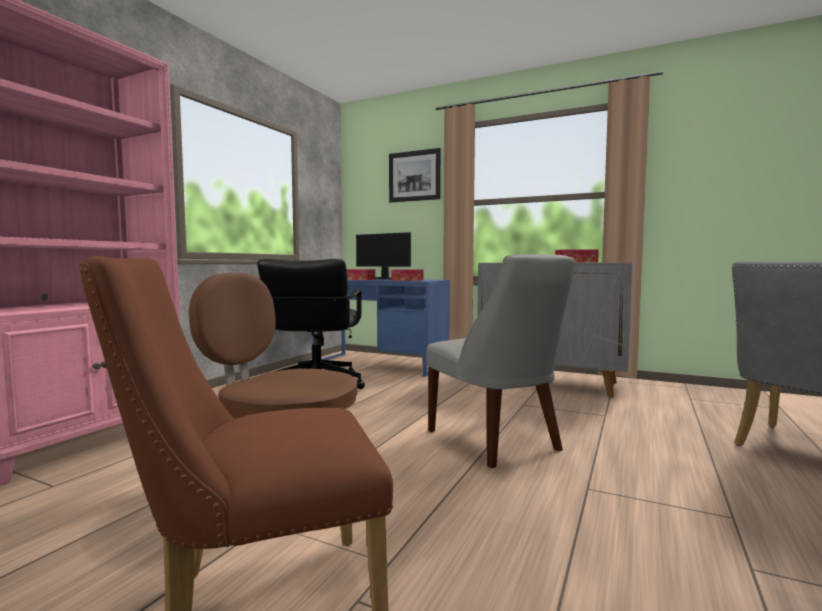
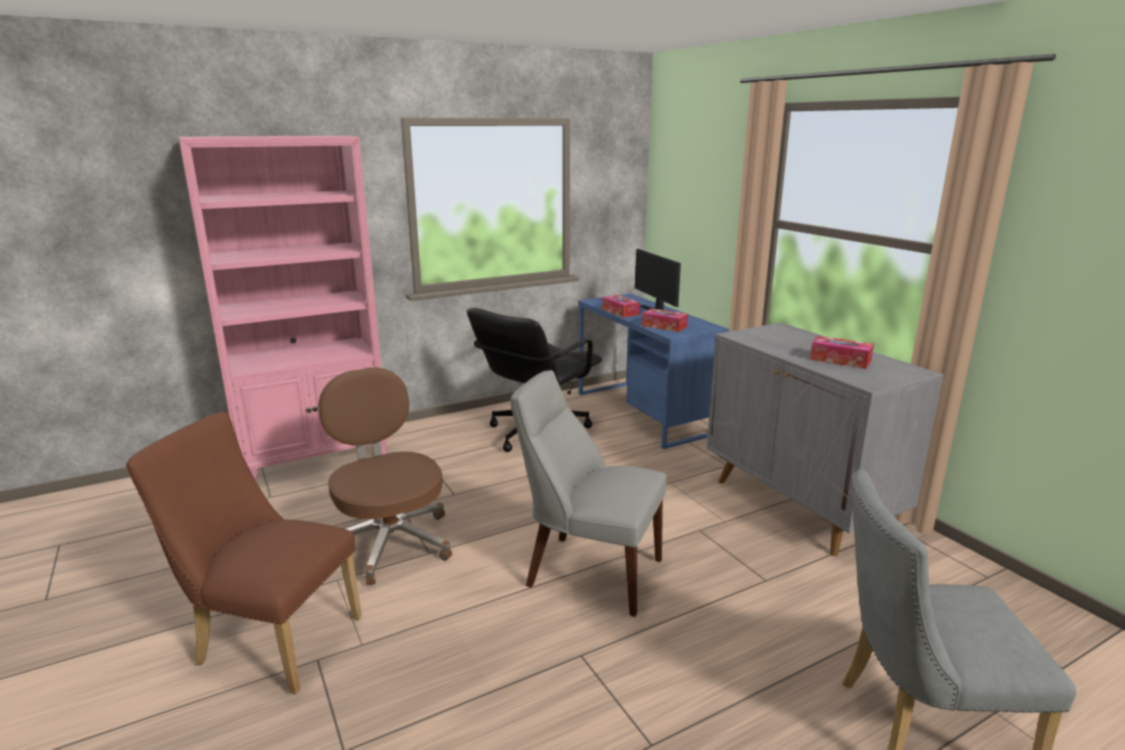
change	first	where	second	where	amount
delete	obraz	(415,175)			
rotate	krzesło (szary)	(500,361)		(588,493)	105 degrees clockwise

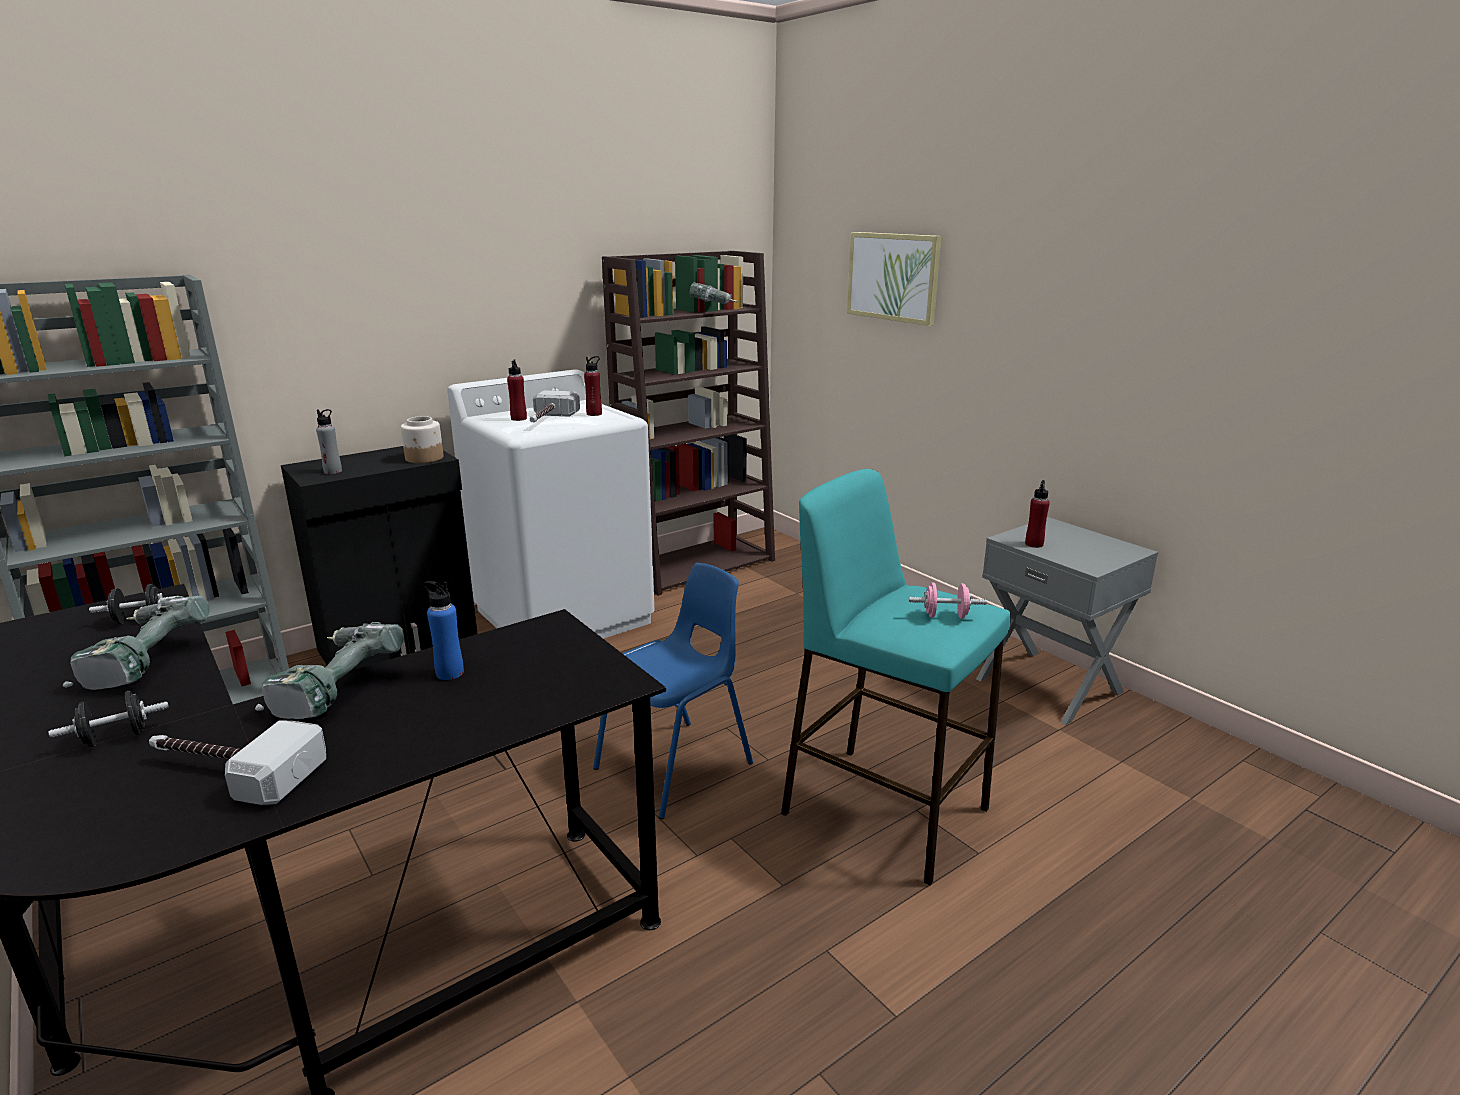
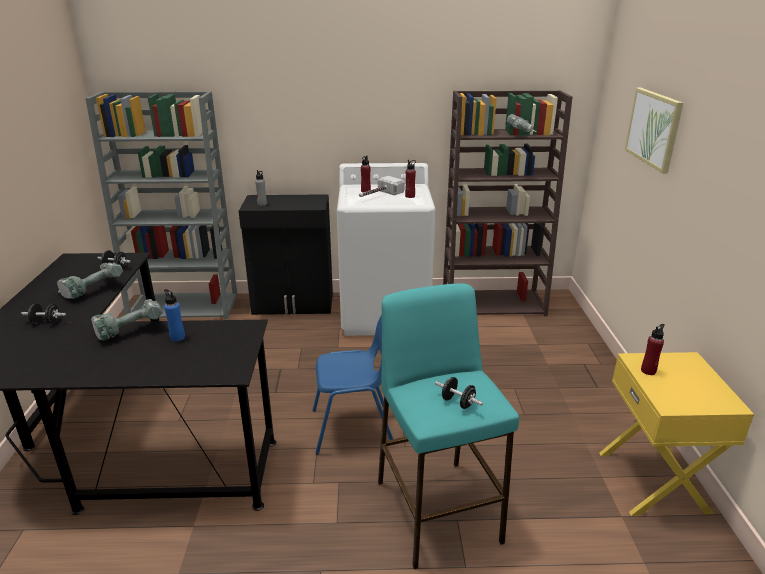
change	first	where	second	where	amount
delete	młotek	(237,762)			
delete	słoik	(422,439)			
recolor	hantel (różowy)	(948,601)	hantel (czarny)	(459,393)	
recolor	szafka nocna (szary)	(1067,621)	szafka nocna (żółty)	(676,434)	

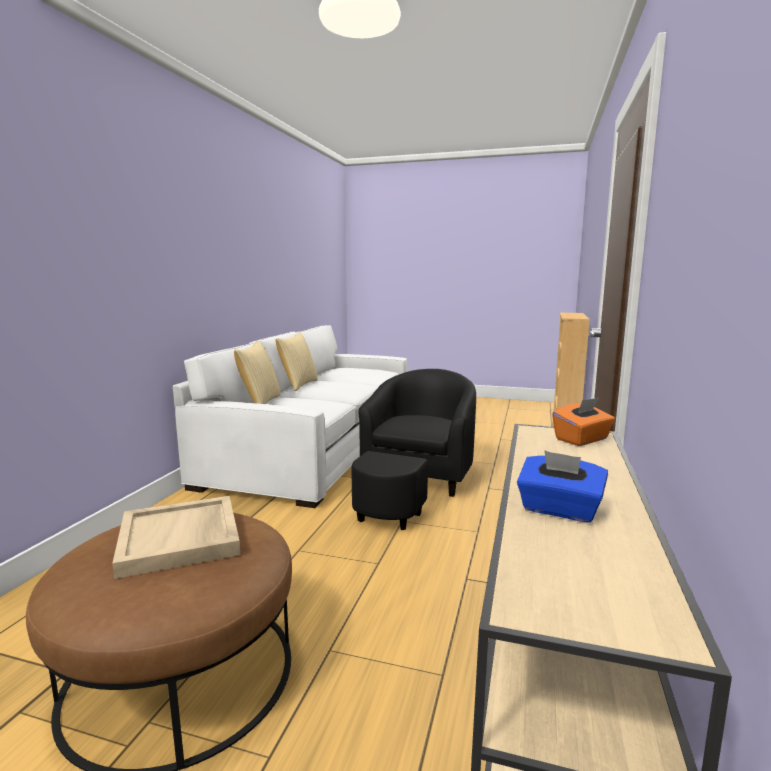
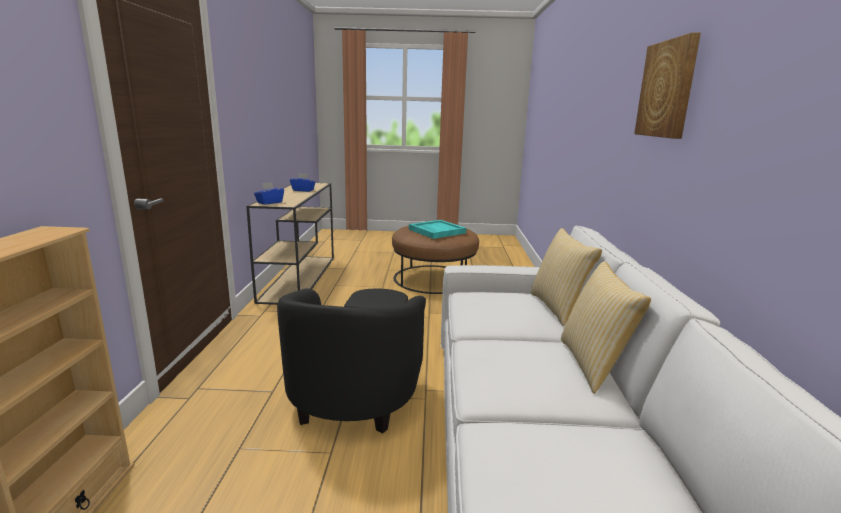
change	first	where	second	where	amount
insert			obraz	(667,85)	
recolor	taca (beżowy)	(176,537)	taca (turkusowy)	(437,229)	
recolor	pudełko chusteczek (pomarańczowy)	(583,422)	pudełko chusteczek (niebieski)	(269,193)	

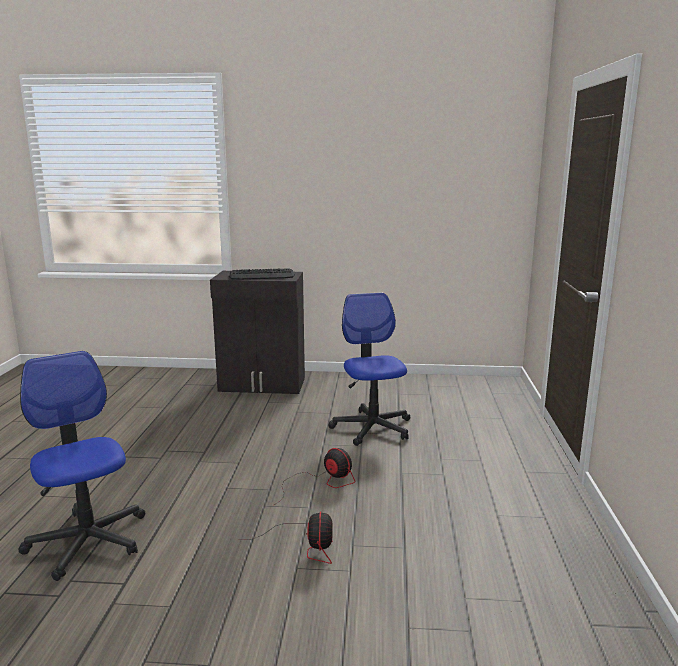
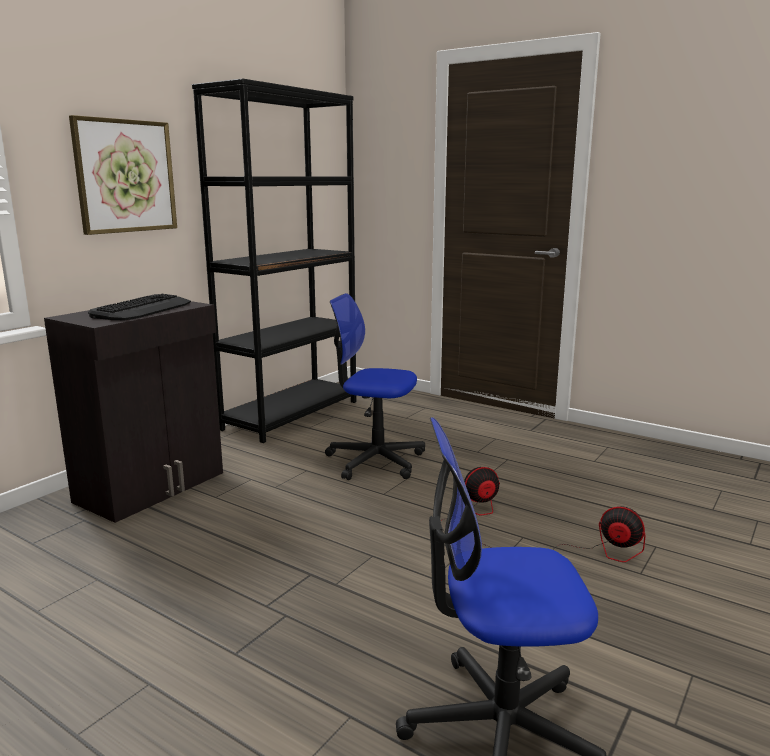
change	first	where	second	where	amount
insert			obraz	(123,175)	
insert			regał (czarny)	(274,260)	

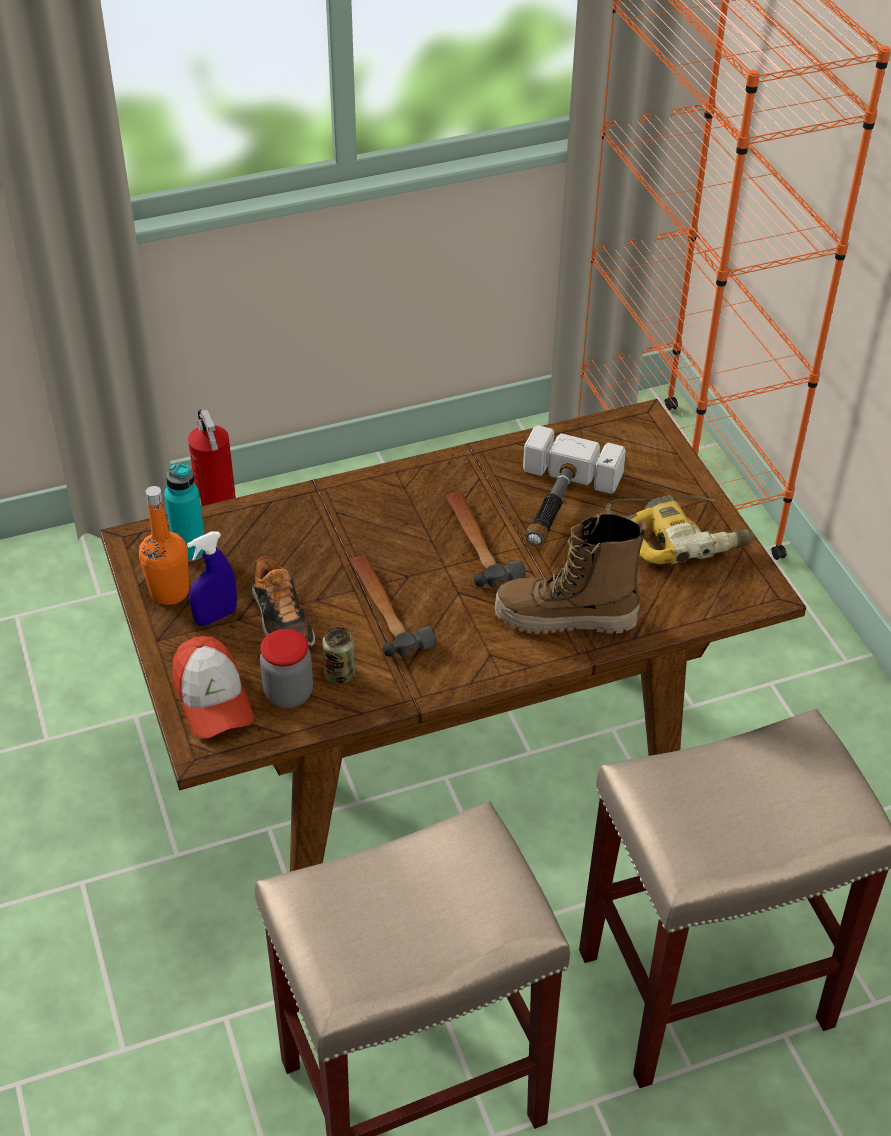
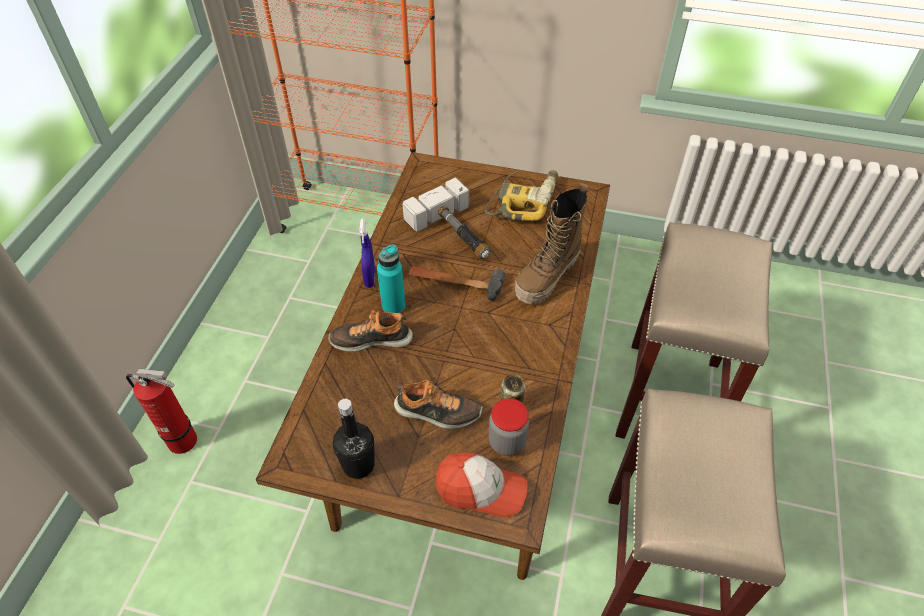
change	first	where	second	where	amount
delete	młotek	(393,606)			
insert			but	(370,331)	
move	butelka (turkusowy)	(184,512)		(391,279)	
move	spryskiwacz (niebieski)	(212,578)		(367,253)	
recolor	butelka (pomarańczowy)	(164,545)	butelka (czarny)	(354,439)	

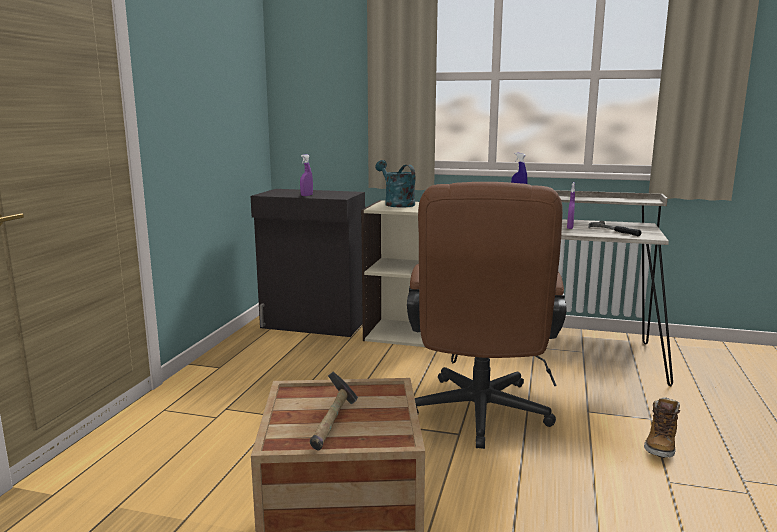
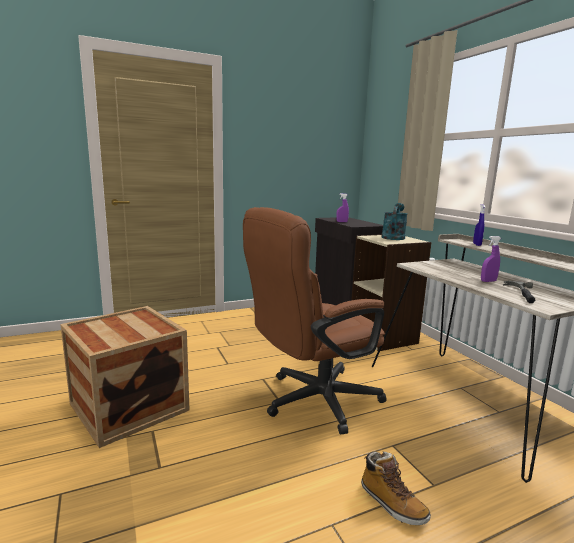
change	first	where	second	where	amount
delete	młotek	(334,411)			
rotate	but z cholewką	(662,428)		(396,488)	120 degrees counterclockwise

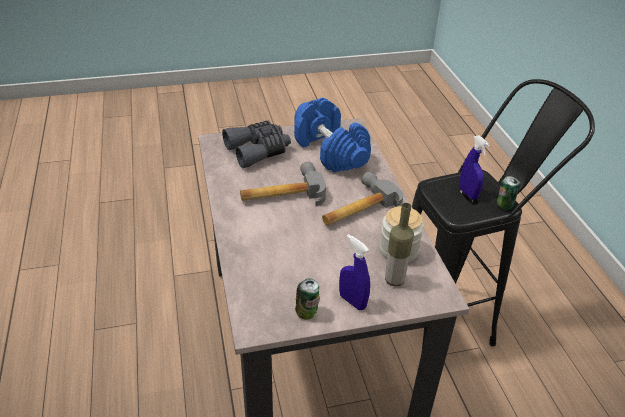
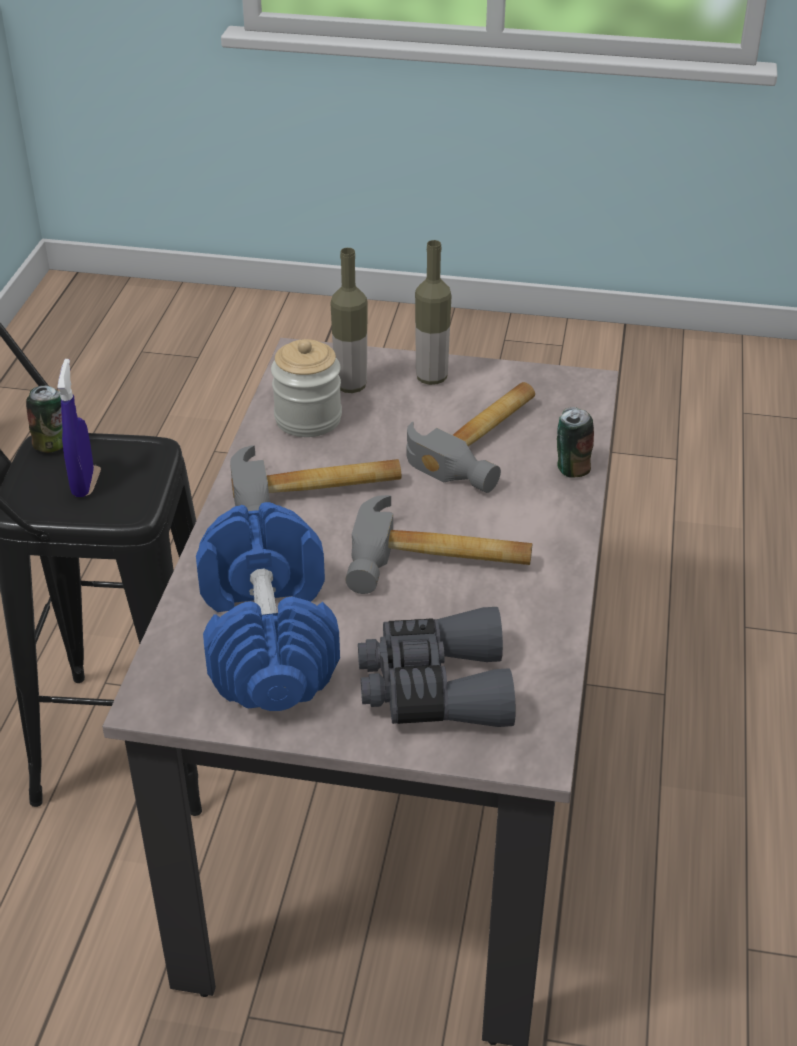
change	first	where	second	where	amount
insert			młotek	(471,437)	
move	puszka	(307,298)		(575,442)	
replace	spryskiwacz (niebieski)	(354,272)	butelka	(433,312)	

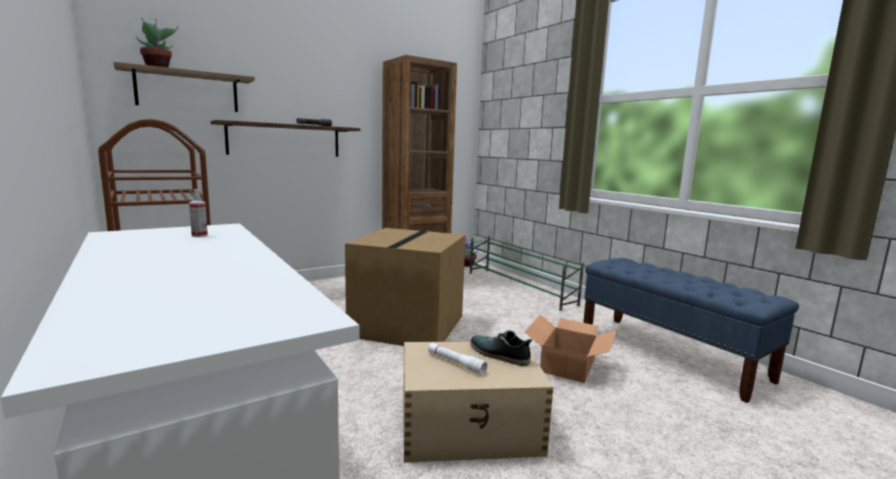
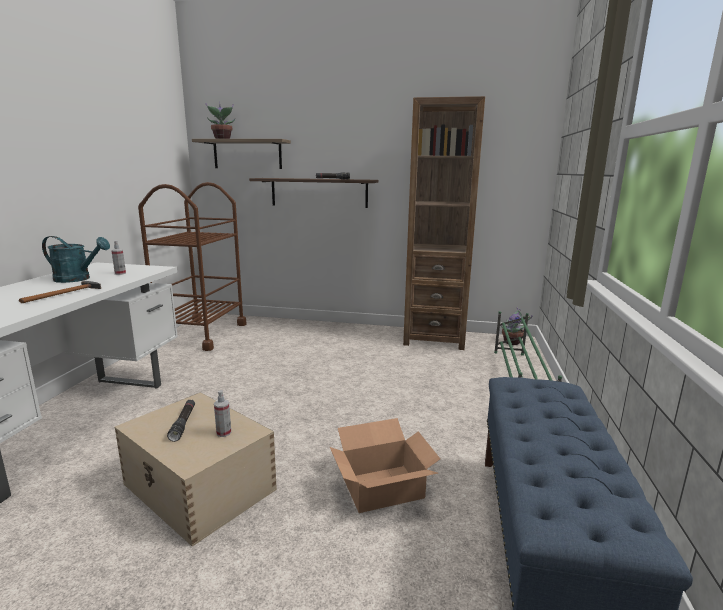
change	first	where	second	where	amount
delete	karton	(405,287)			
insert			młotek	(60,292)	
insert			konewka (turkusowy)	(76,259)	
replace	but	(501,348)	spryskiwacz	(222,413)	
recolor	latarka (biały)	(457,359)	latarka (czarny)	(181,421)	

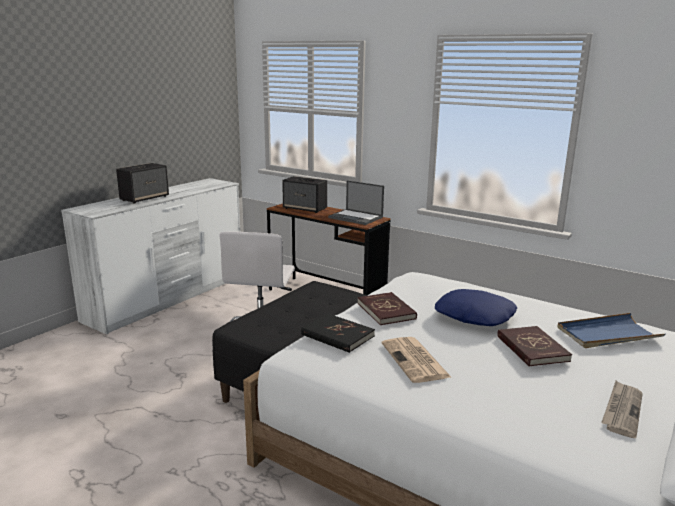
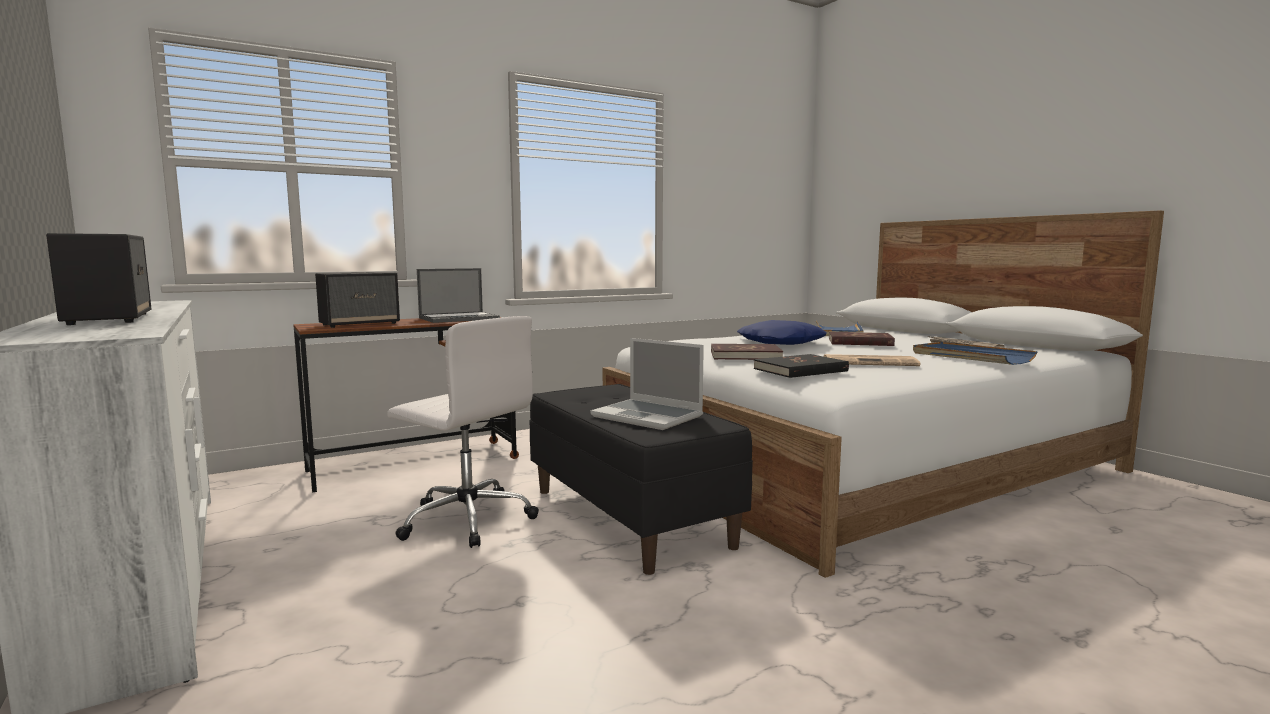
change	first	where	second	where	amount
insert			laptop	(647,384)	
insert			taca (niebieski)	(975,353)	

